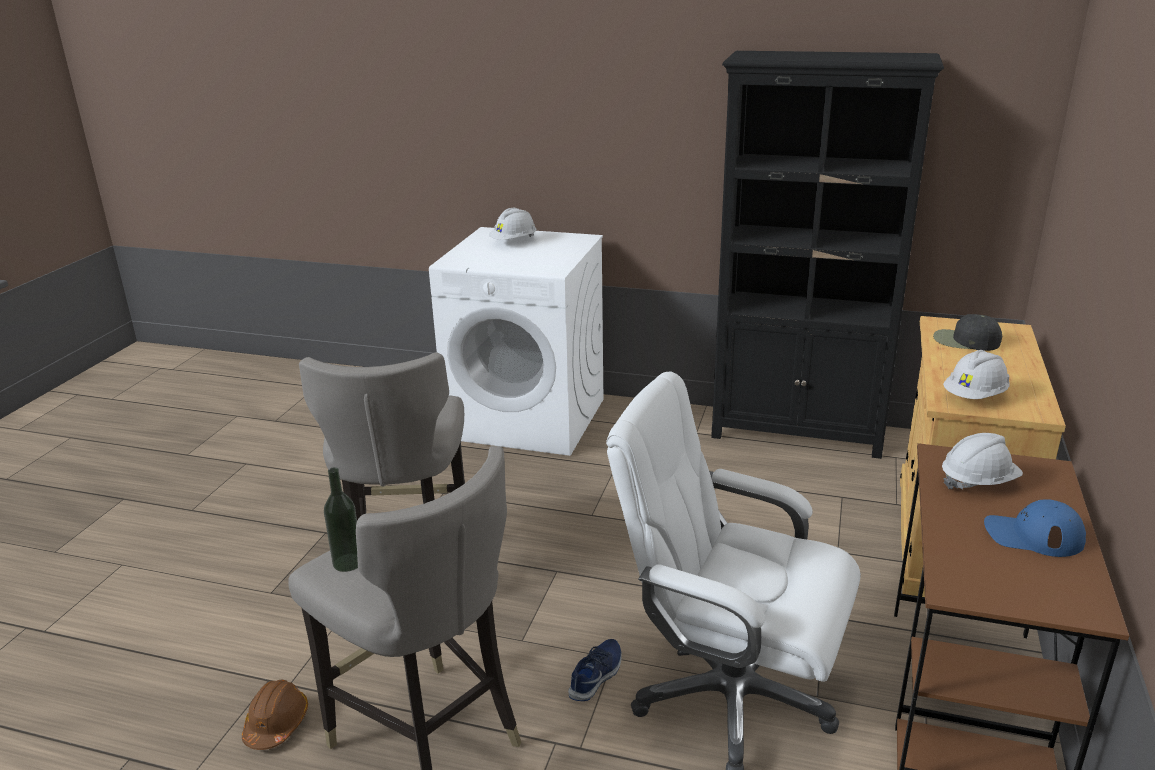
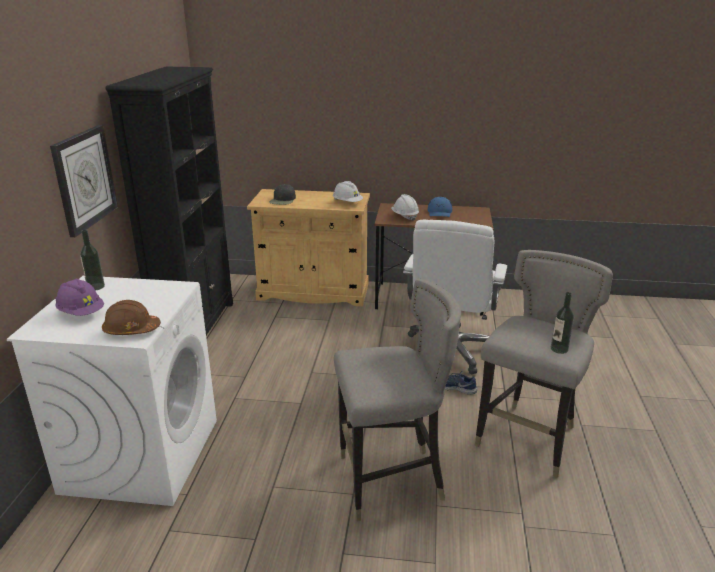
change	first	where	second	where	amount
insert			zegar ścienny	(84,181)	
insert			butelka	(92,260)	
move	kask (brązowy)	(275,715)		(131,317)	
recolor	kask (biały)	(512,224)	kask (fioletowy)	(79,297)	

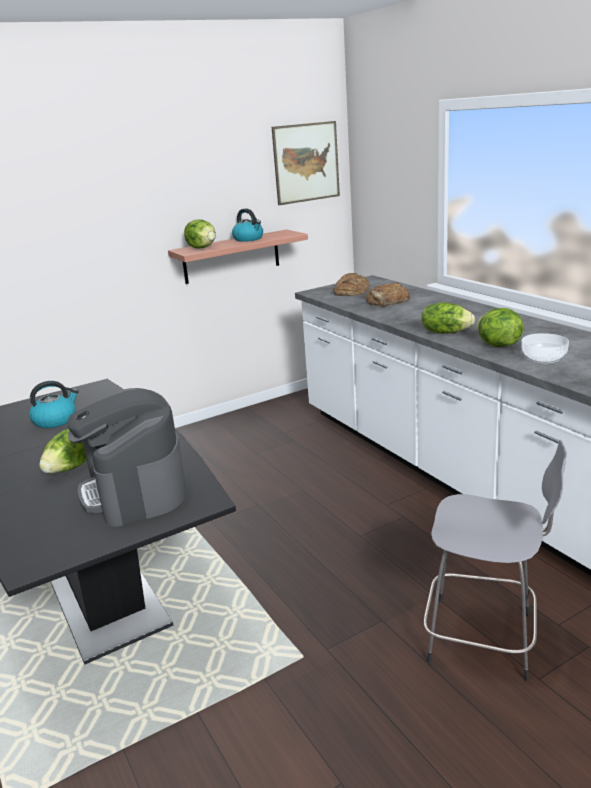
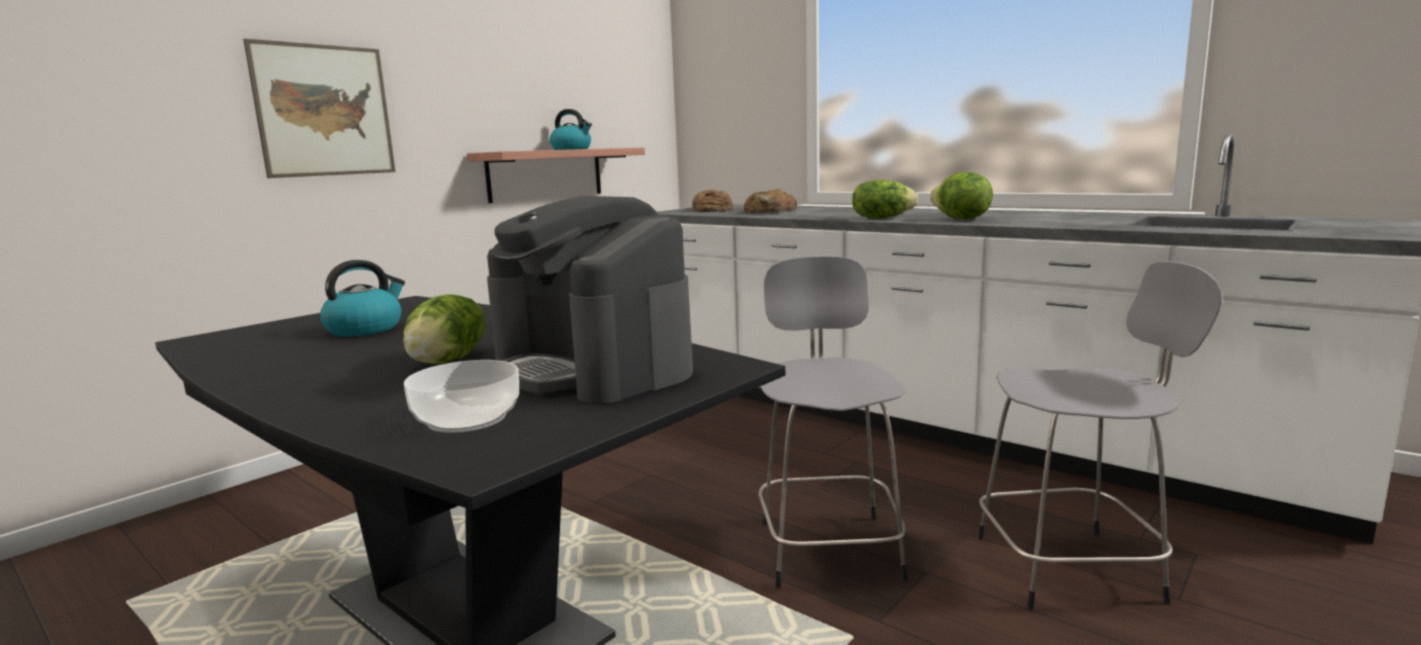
change	first	where	second	where	amount
delete	sałata	(200,233)			
insert			stołek (szary)	(832,422)	
move	obraz	(306,163)		(319,108)	
move	miska	(545,348)		(461,396)	

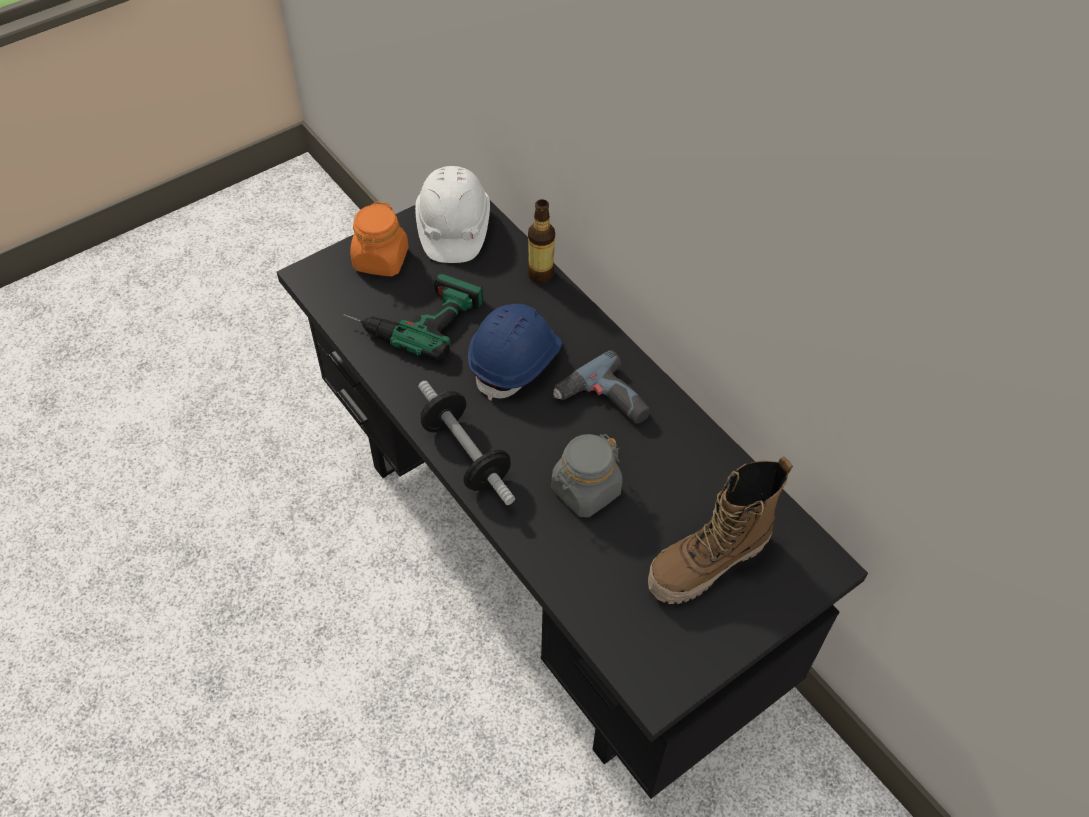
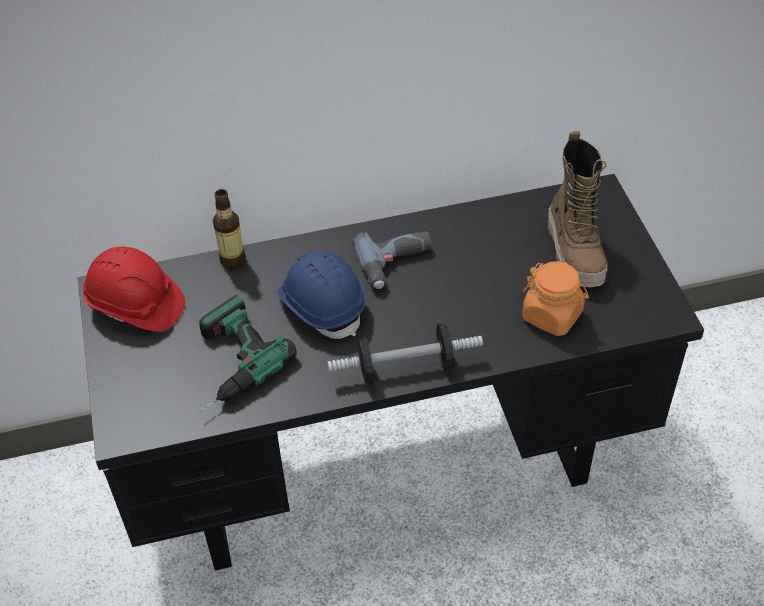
change	first	where	second	where	amount
delete	słoik (szary)	(587,476)			
move	słoik (pomarańczowy)	(379,238)		(555,298)	
recolor	kask (biały)	(452,214)	kask (czerwony)	(134,289)	

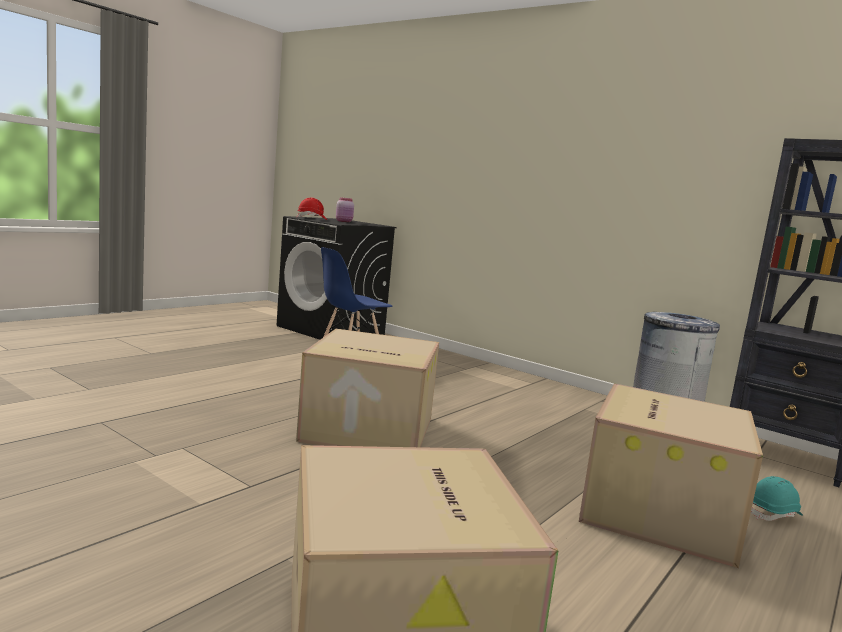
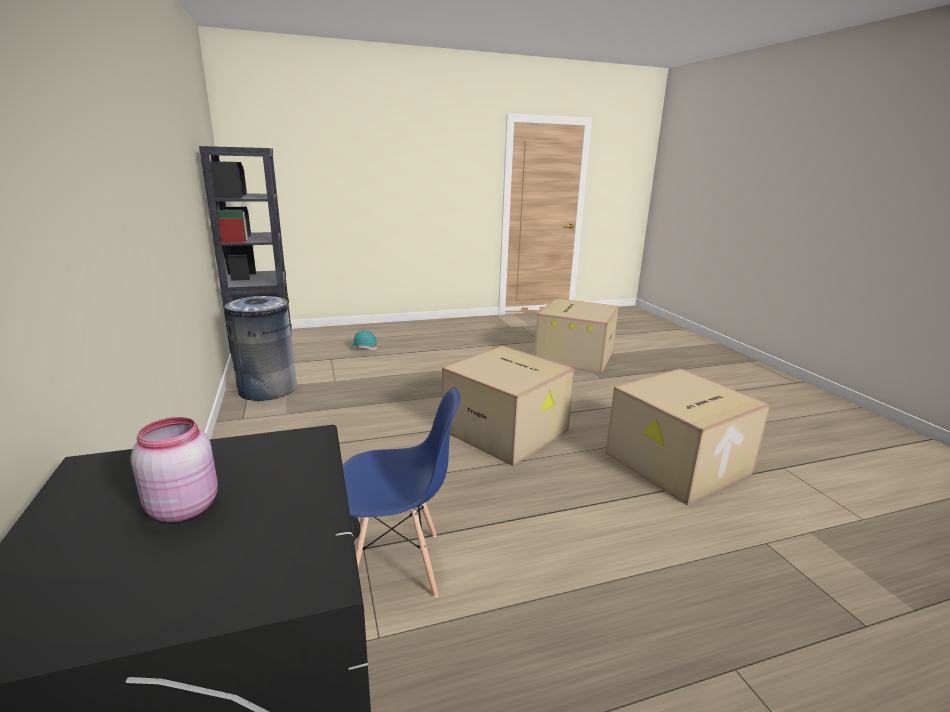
change	first	where	second	where	amount
delete	kask (czerwony)	(312,209)			
move	karton	(671,475)		(688,437)	

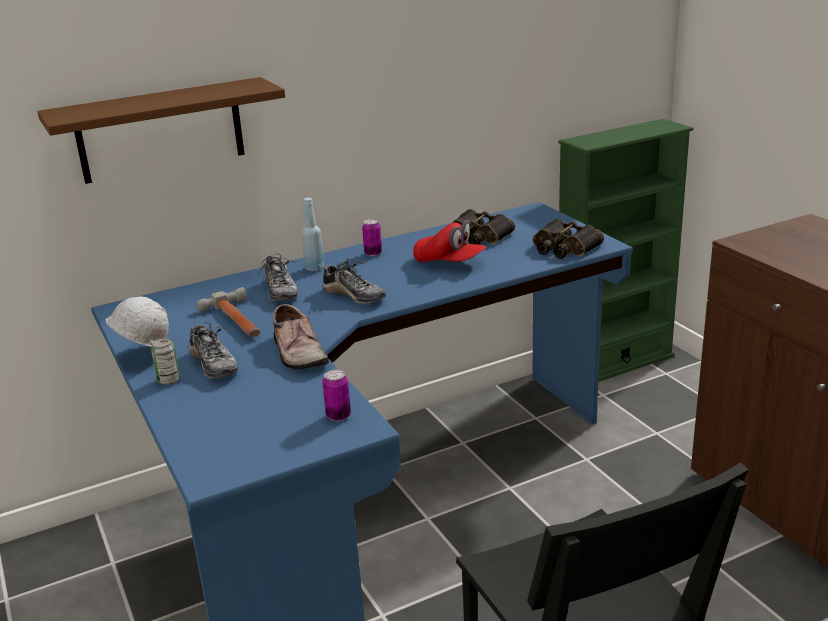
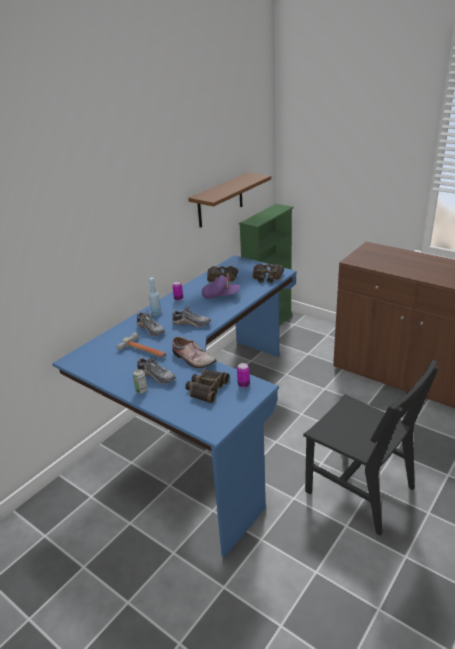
change	first	where	second	where	amount
delete	kask (biały)	(137,322)			
insert			lornetka	(207,386)	
move	półka (brązowy)	(161,130)		(229,200)	
recolor	czapka z daszkiem (czerwony)	(449,241)	czapka z daszkiem (fioletowy)	(221,286)	

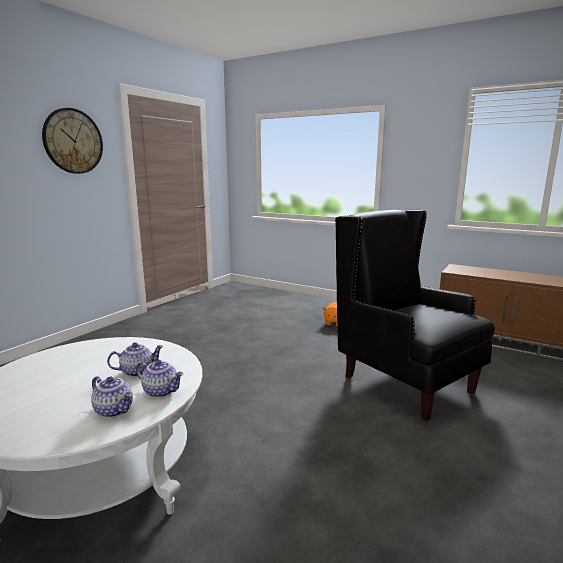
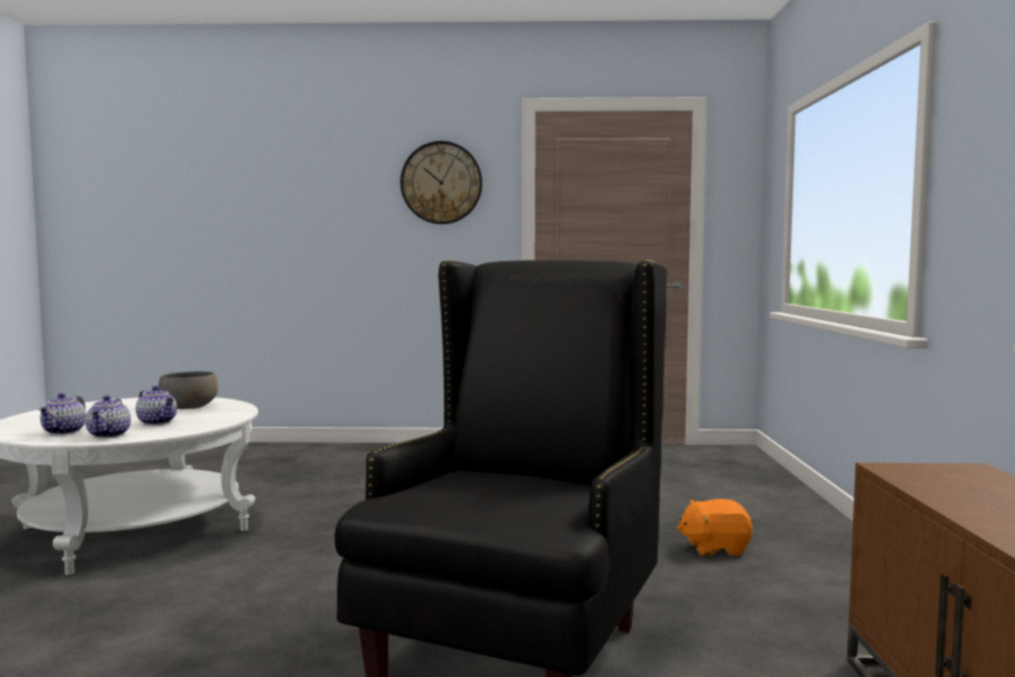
change	first	where	second	where	amount
insert			miska (szary)	(188,390)	

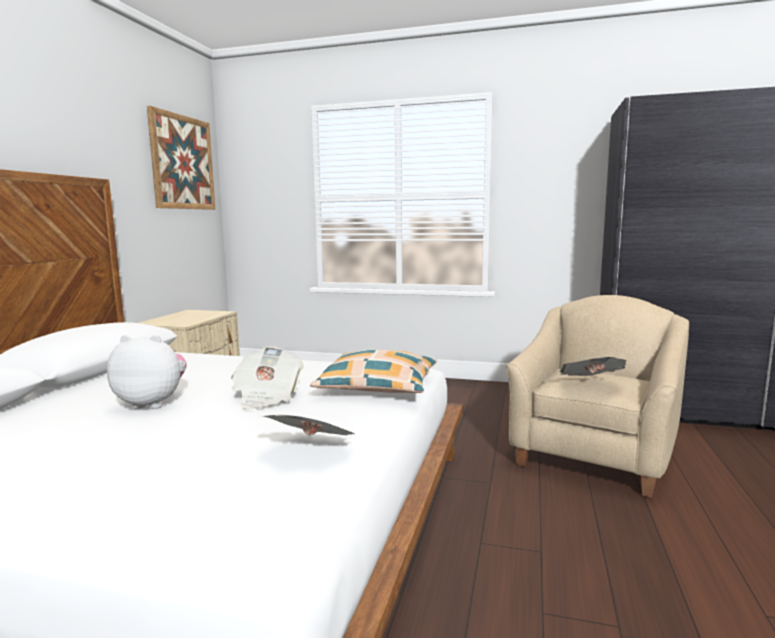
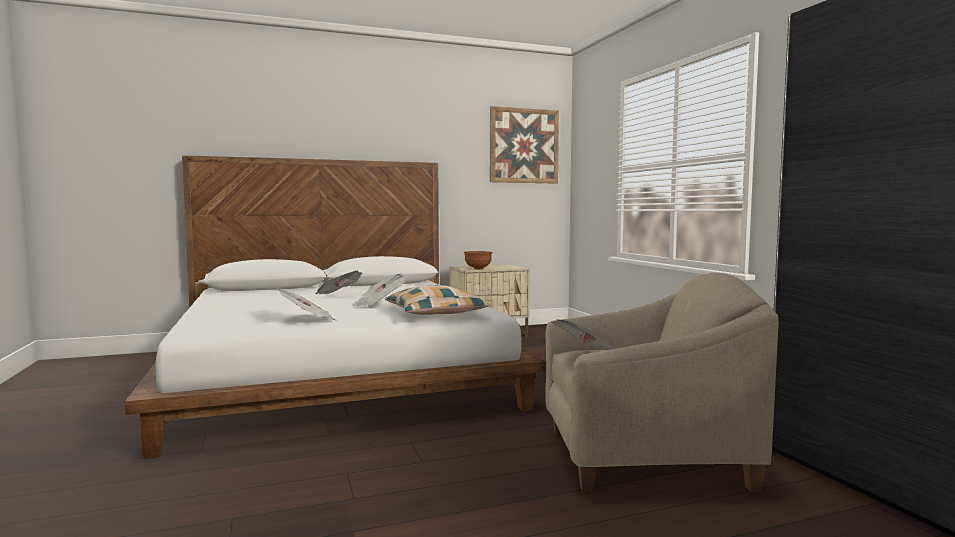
change	first	where	second	where	amount
insert			miska (brązowy)	(478,260)	
replace	pluszak	(147,372)	gazeta	(339,282)	

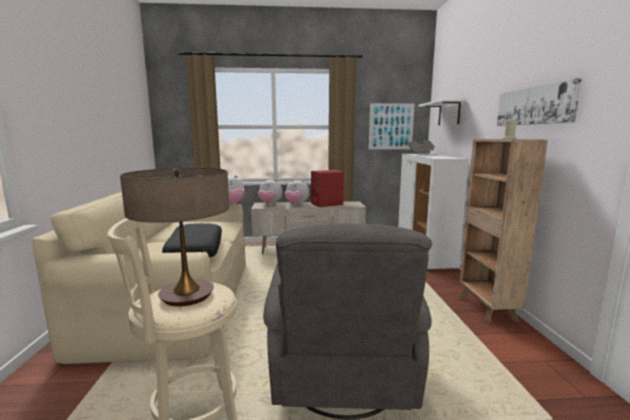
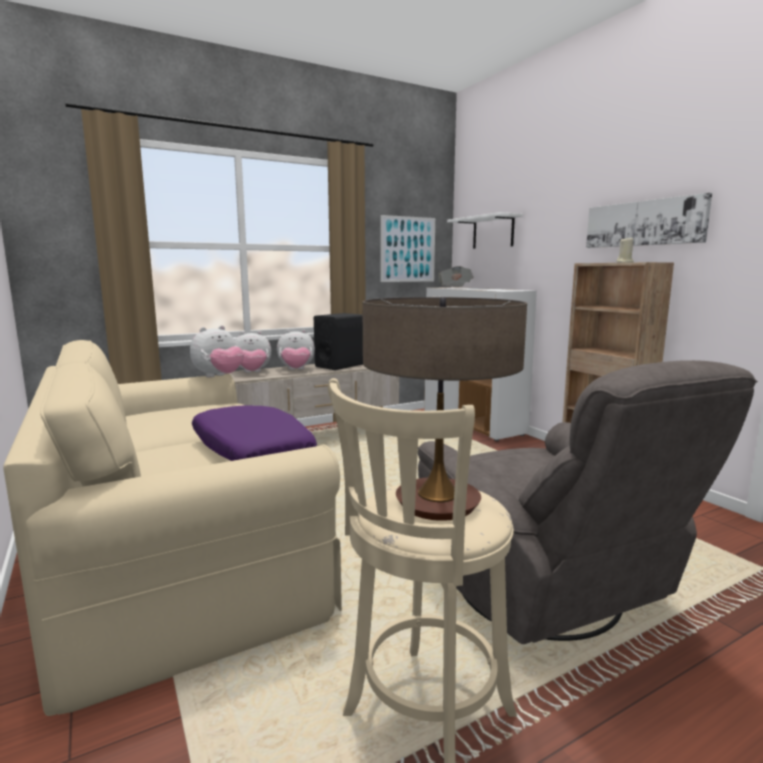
change	first	where	second	where	amount
recolor	poduszka (czarny)	(192,240)	poduszka (fioletowy)	(254,433)	
recolor	głośnik (czerwony)	(327,188)	głośnik (czarny)	(338,341)	

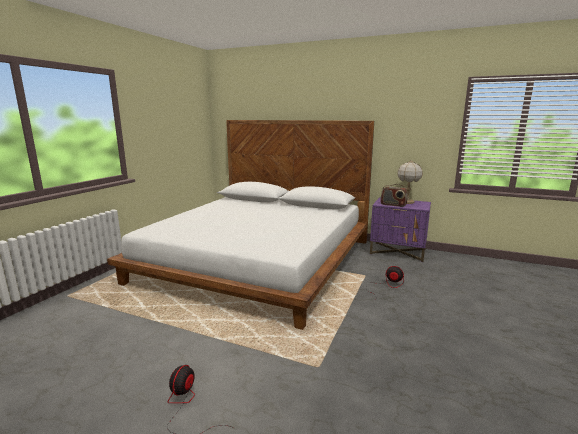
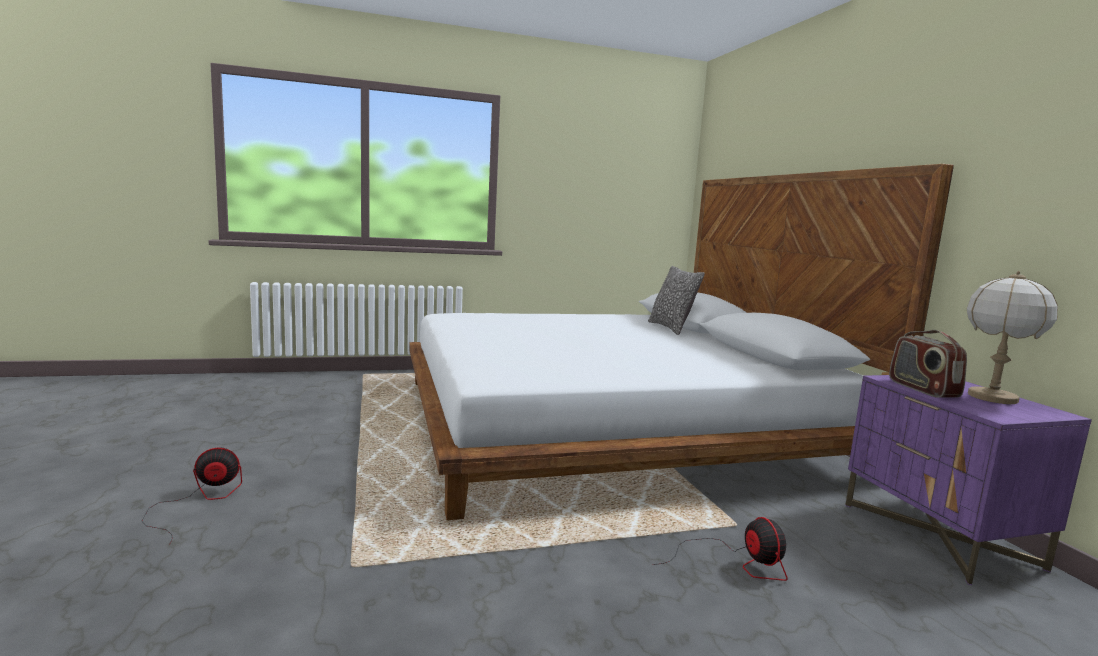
change	first	where	second	where	amount
insert			poduszka	(676,300)	

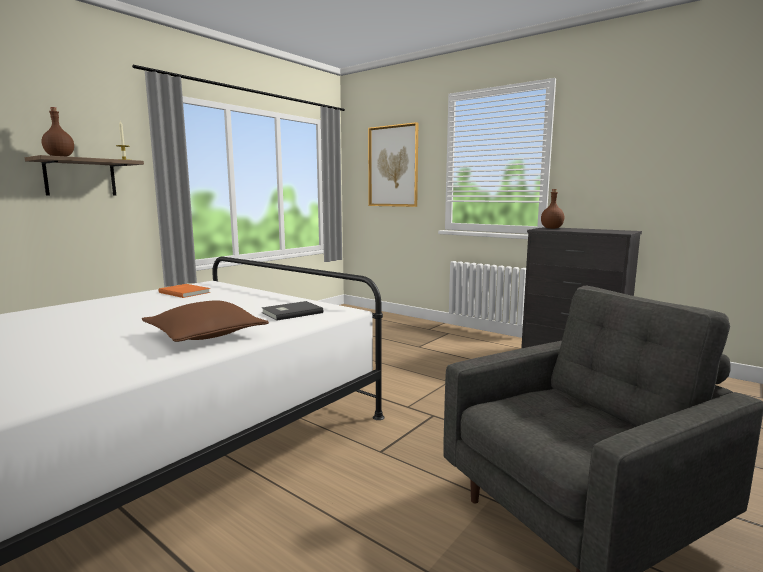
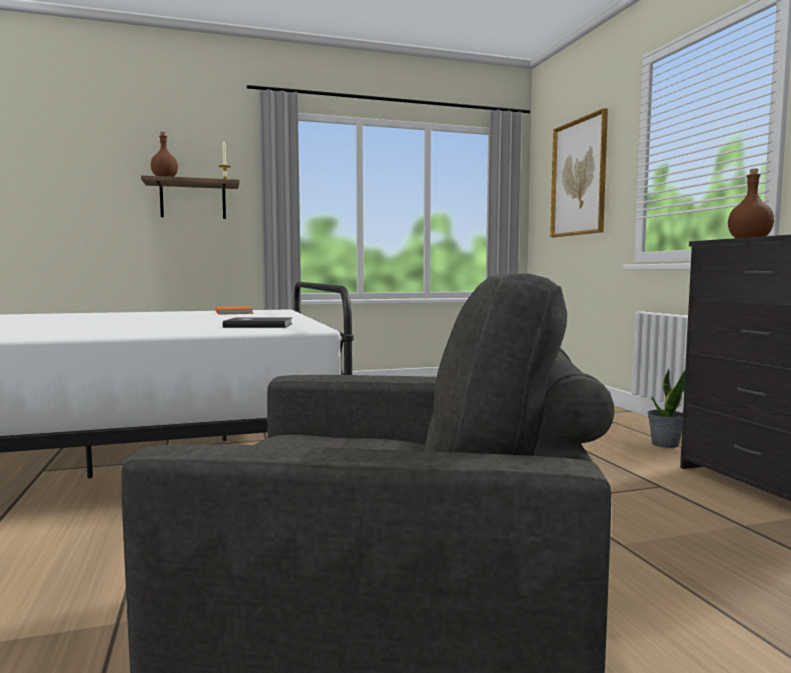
change	first	where	second	where	amount
delete	poduszka (brązowy)	(205,321)			
insert			roślina doniczkowa	(666,408)	

